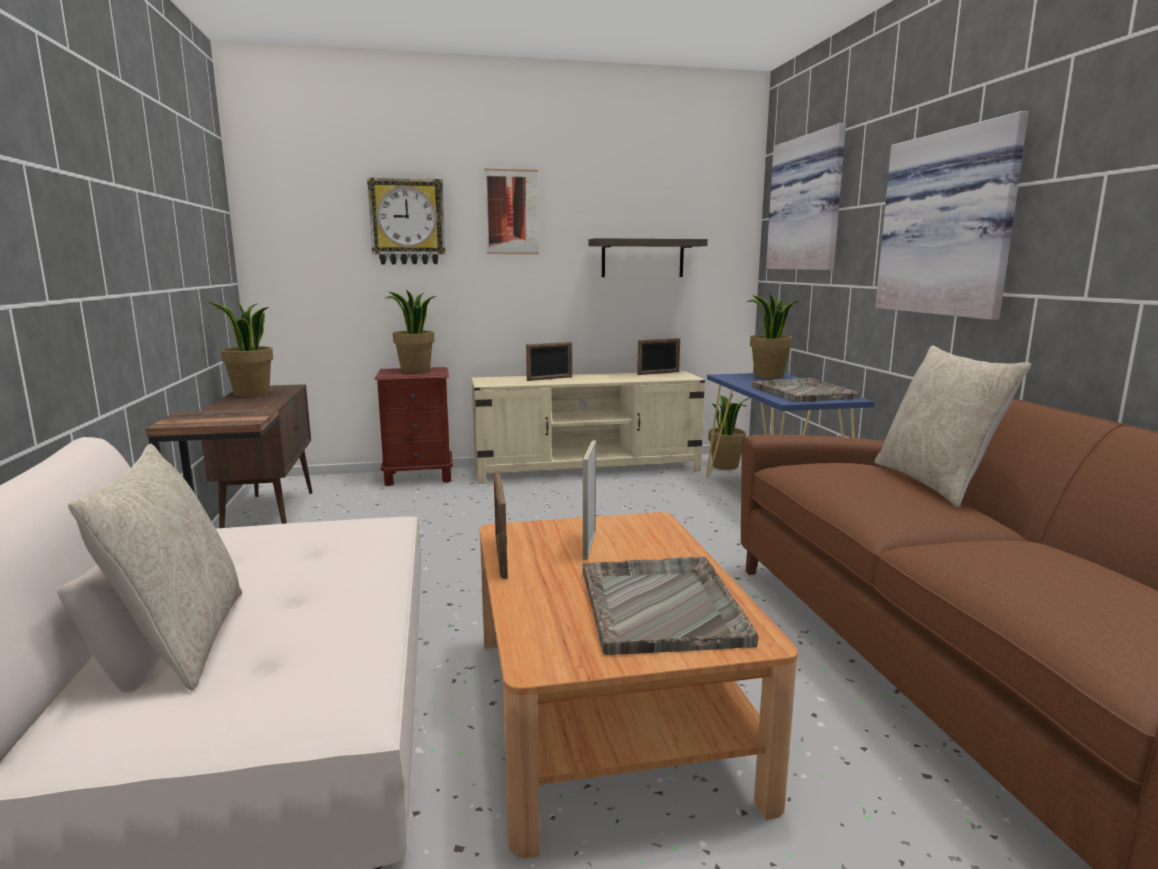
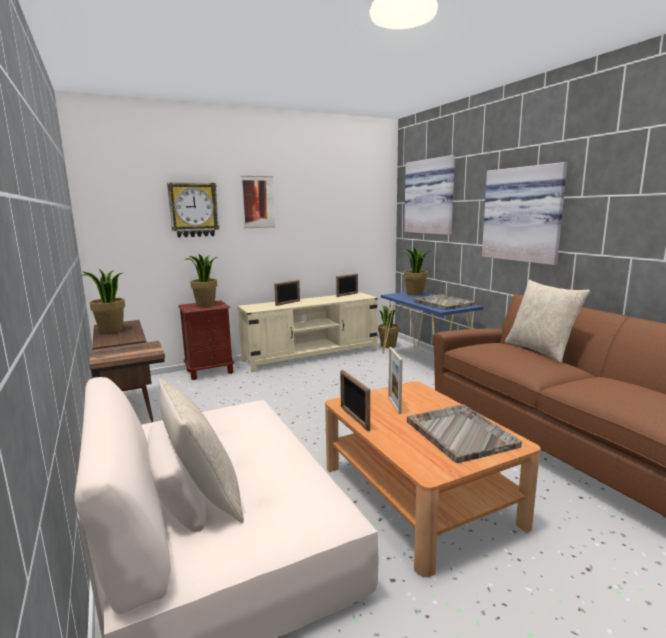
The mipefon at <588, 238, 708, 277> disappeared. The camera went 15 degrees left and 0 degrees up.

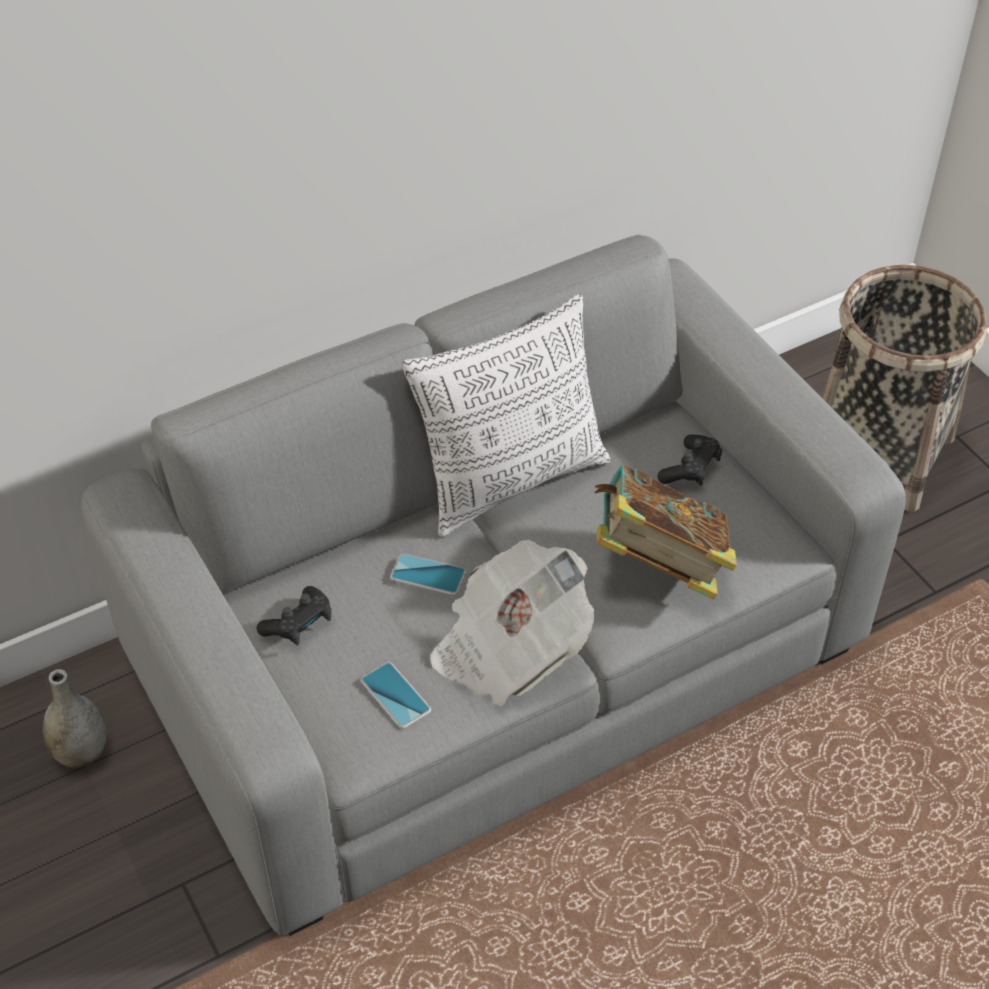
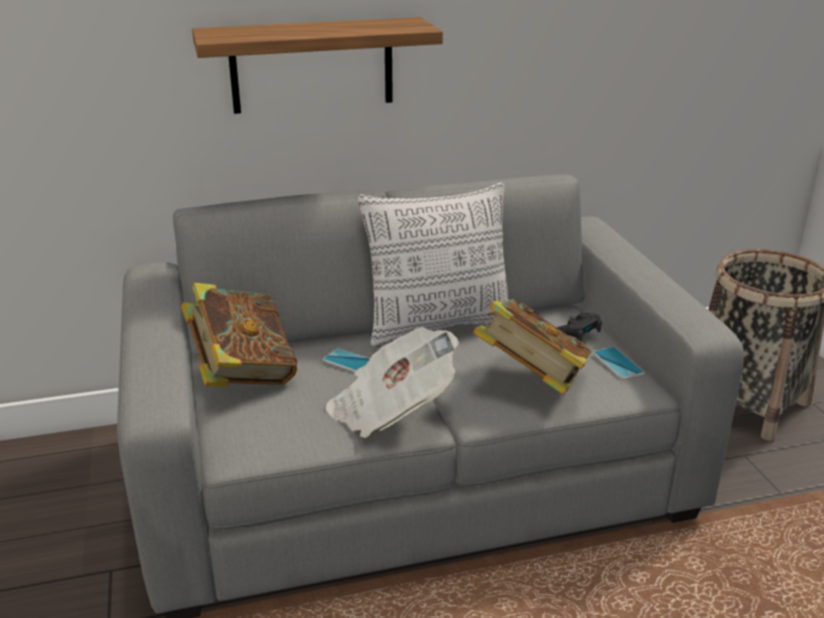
The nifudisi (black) at <257, 586, 332, 646> was replaced by the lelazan at <181, 283, 297, 387>. The mipefon at <192, 17, 443, 114> appeared. The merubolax moved from <361, 662, 431, 729> to <593, 347, 645, 380>. The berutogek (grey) at <43, 669, 106, 768> disappeared. The camera went 15 degrees right and 20 degrees down.

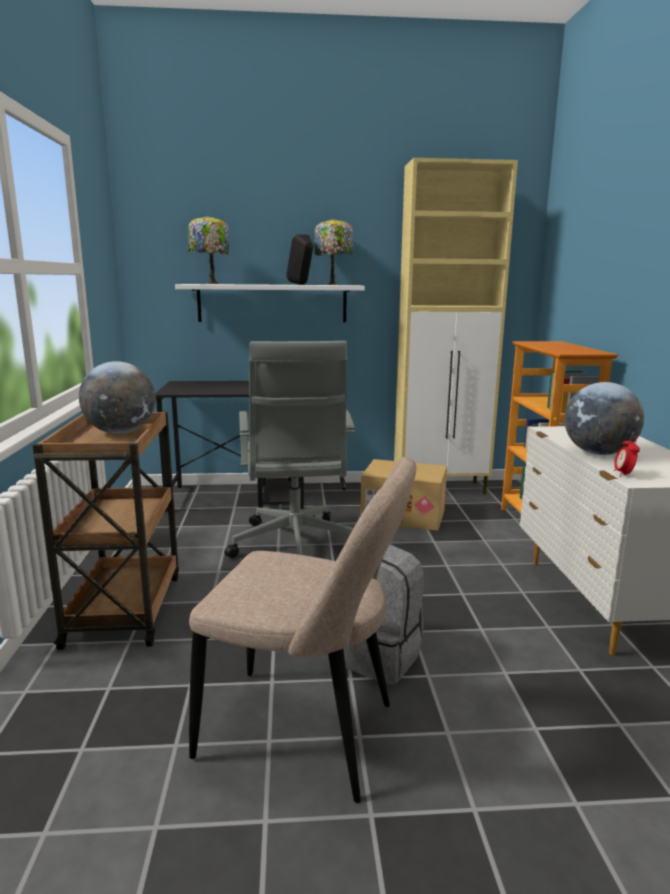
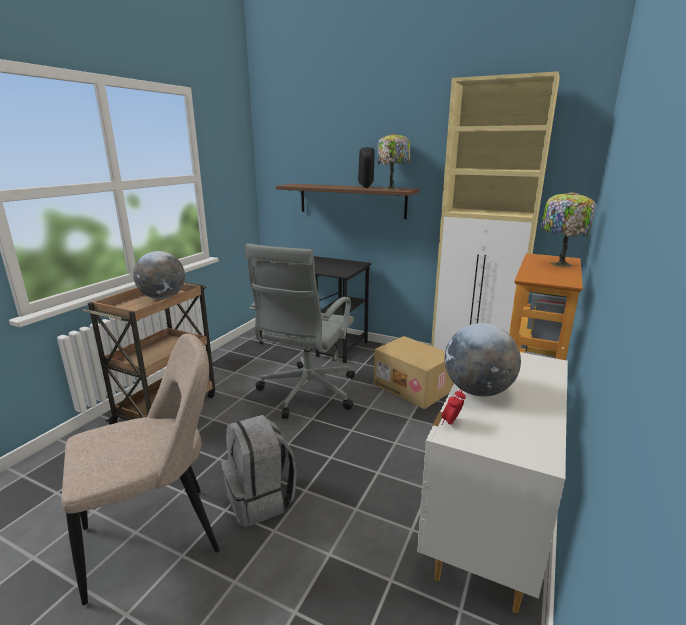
The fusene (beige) at <189, 457, 416, 803> turned 75 degrees counterclockwise. The mipefon (white) at <175, 284, 365, 322> became the mipefon (brown) at <276, 184, 419, 219>. The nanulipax moved from <188, 216, 229, 284> to <541, 192, 596, 268>. The camera went 30 degrees right and 5 degrees up.

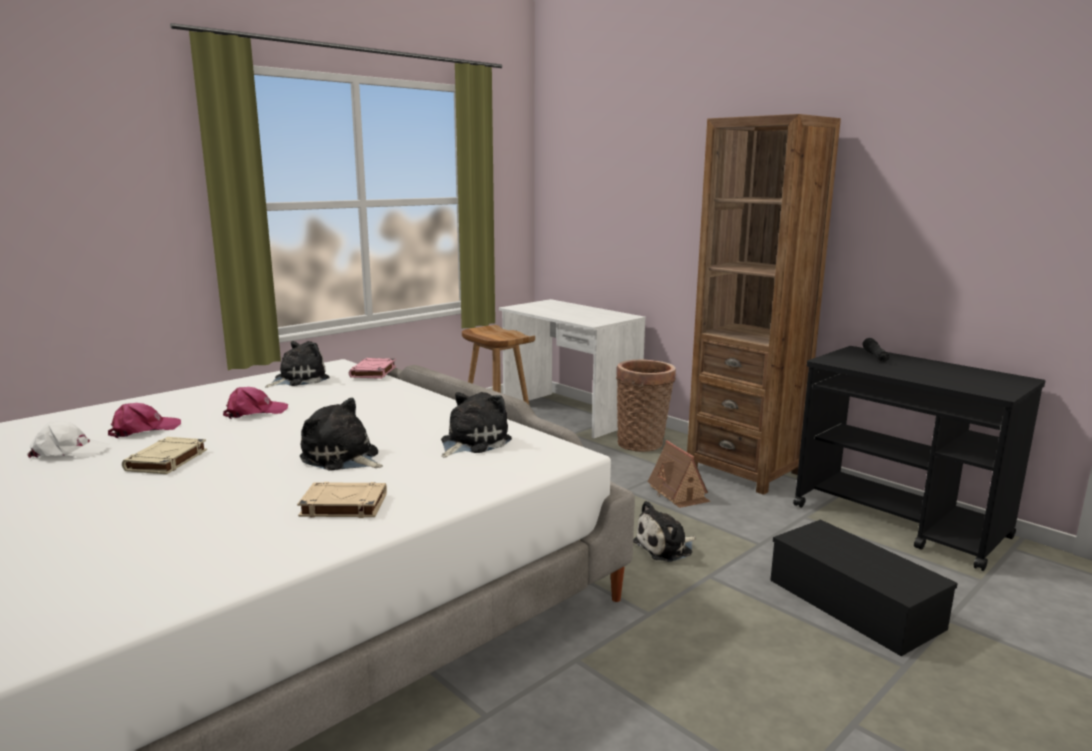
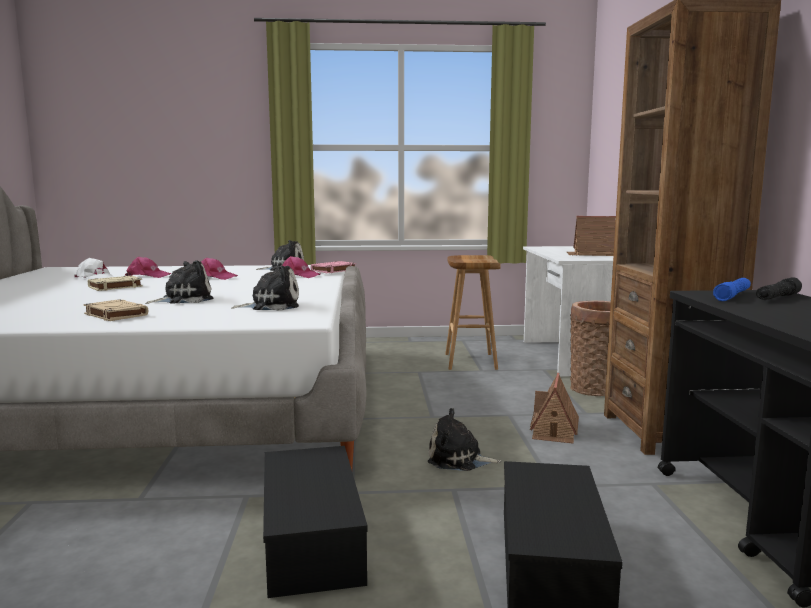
The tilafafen at <300, 398, 383, 471> turned 75 degrees clockwise. The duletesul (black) at <263, 446, 368, 598> appeared. The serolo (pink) at <282, 256, 320, 278> appeared. The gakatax at <567, 216, 616, 256> appeared. The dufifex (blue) at <713, 278, 751, 301> appeared. The camera went 40 degrees right and 5 degrees down.

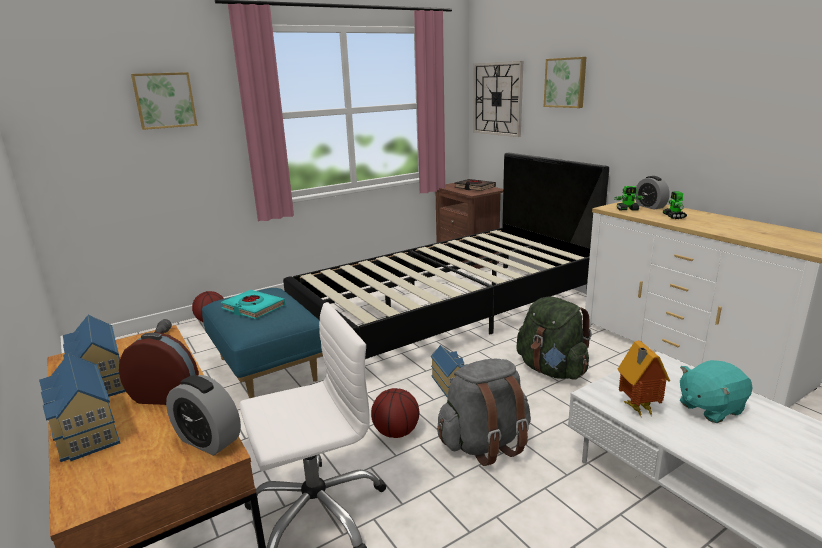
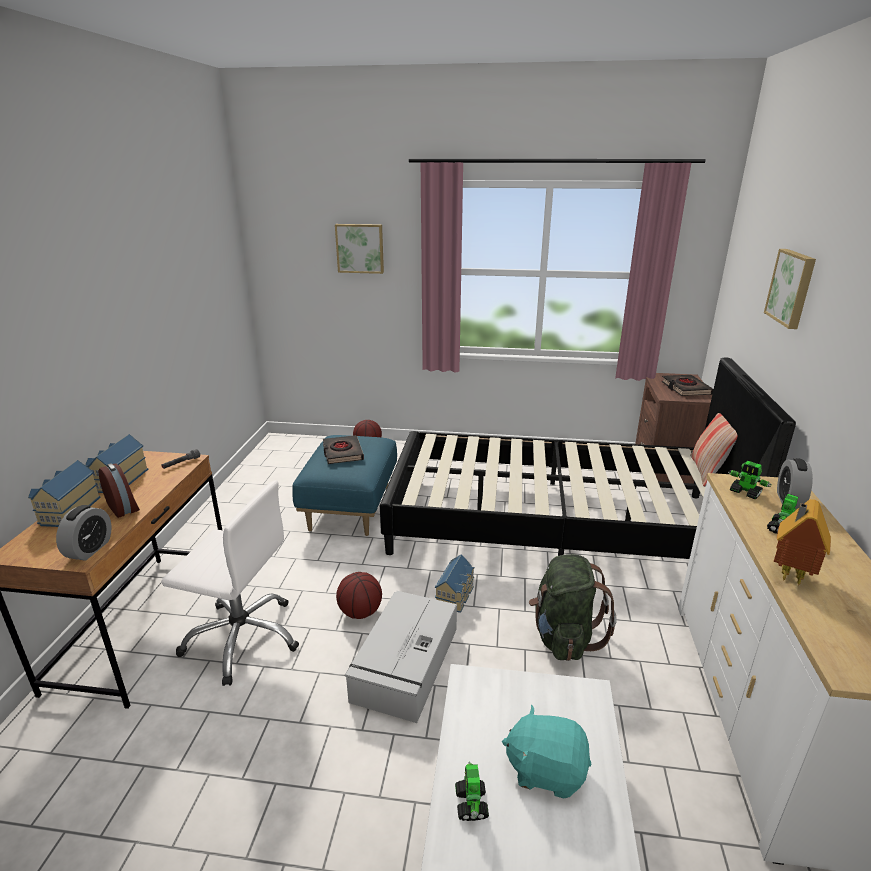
The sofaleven at <166, 375, 241, 456> turned 150 degrees counterclockwise. The lelazan (turquoise) at <221, 290, 285, 319> became the lelazan (black) at <323, 435, 364, 464>. The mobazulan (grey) at <437, 359, 531, 466> was replaced by the duletesul (grey) at <345, 591, 457, 723>. The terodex at <455, 761, 489, 821> appeared. The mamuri at <690, 413, 737, 487> appeared. The gakatax moved from <618, 341, 670, 416> to <774, 499, 831, 586>. The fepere at <473, 61, 523, 137> disappeared. The camera went 40 degrees right and 5 degrees up.

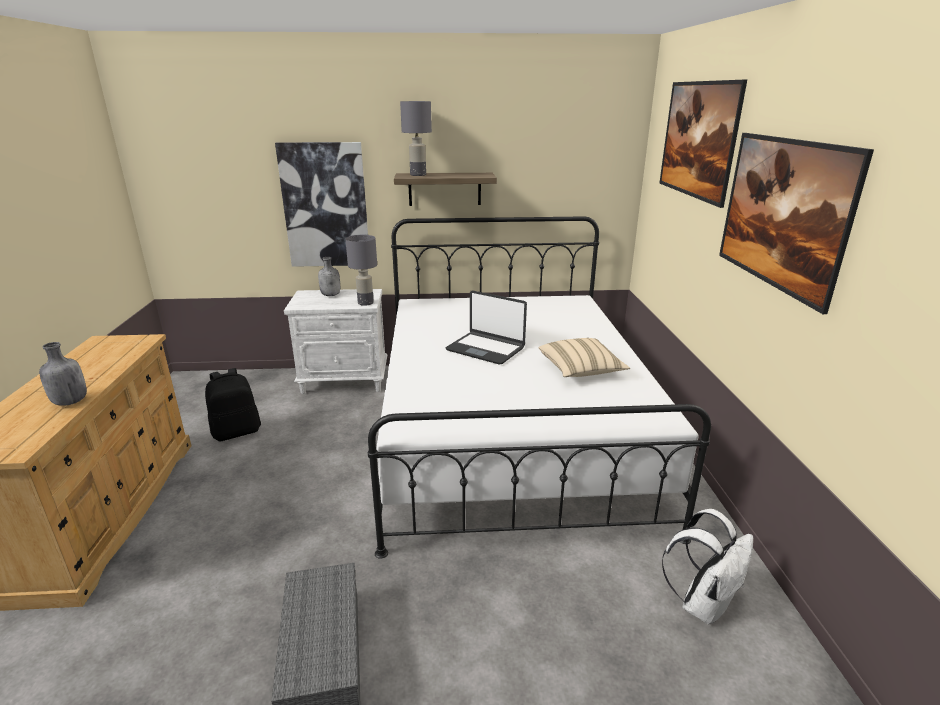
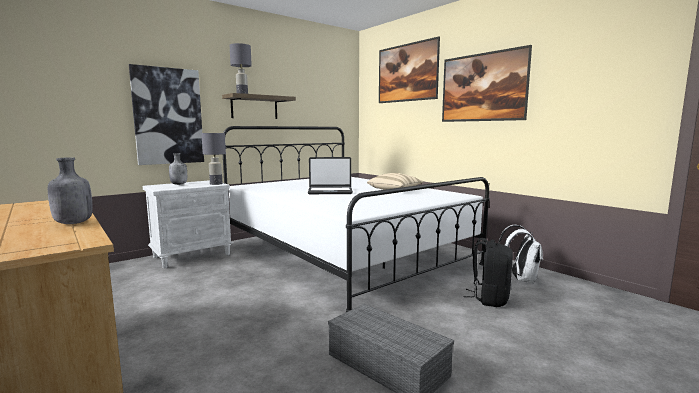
The mobazulan (black) moved from <205, 368, 261, 441> to <463, 238, 513, 307>. The camera went 35 degrees left and 15 degrees down.

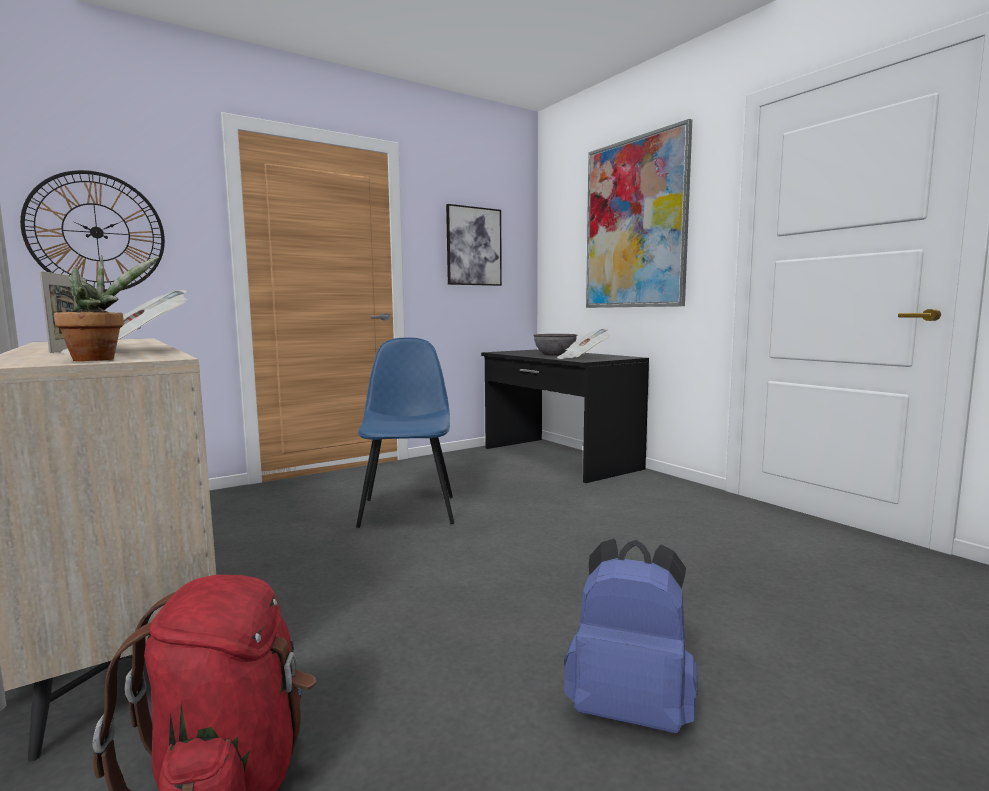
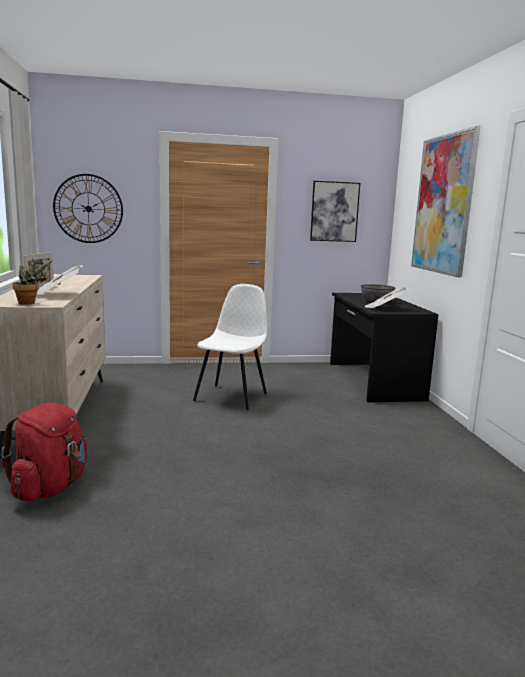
The fusene (blue) at <356, 337, 454, 528> became the fusene (white) at <193, 284, 267, 410>. The mobazulan (blue) at <564, 539, 698, 734> disappeared. The camera went 25 degrees right and 5 degrees up.

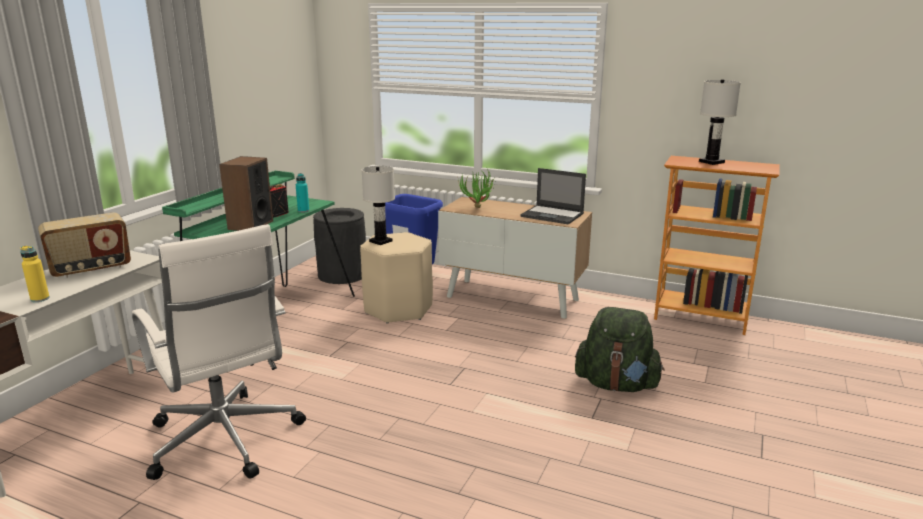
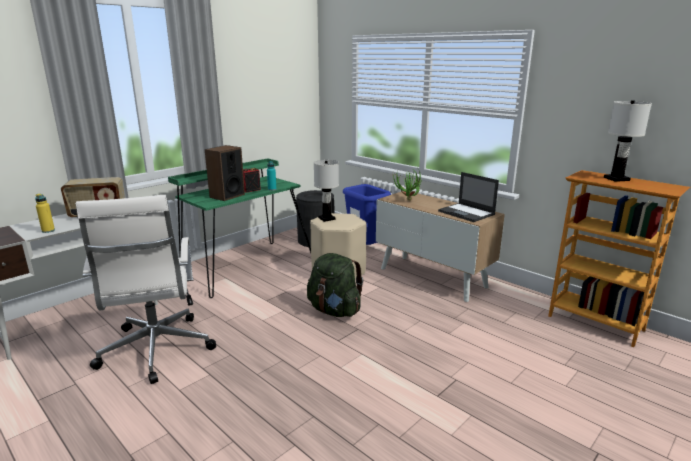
The mobazulan (green) moved from <575, 307, 665, 392> to <307, 253, 363, 317>. The camera went 20 degrees right and 0 degrees up.

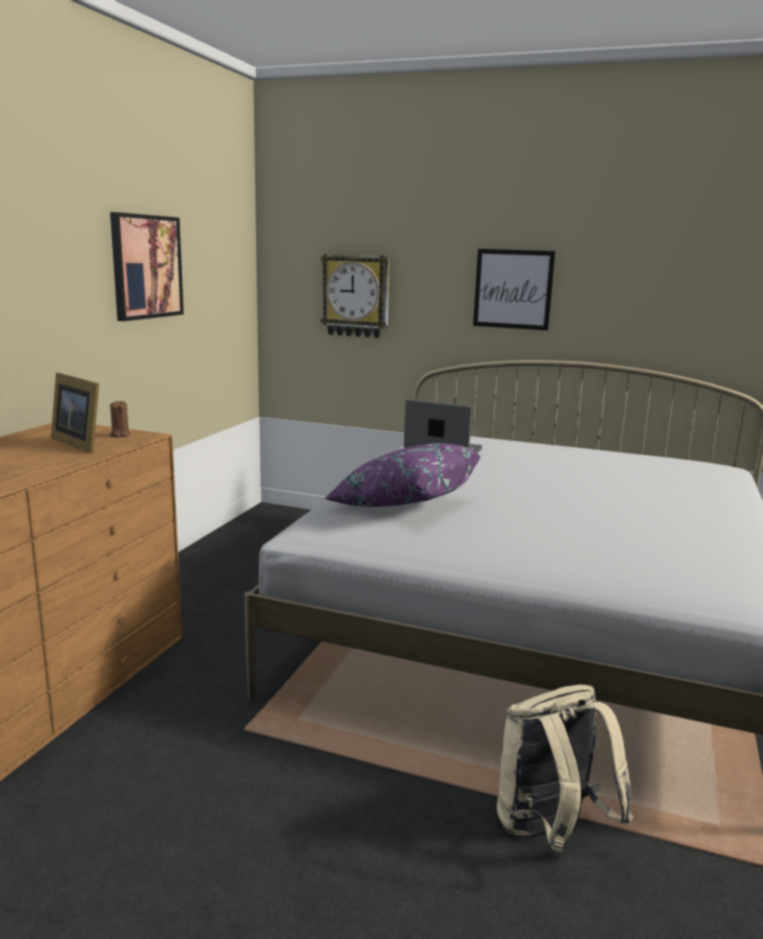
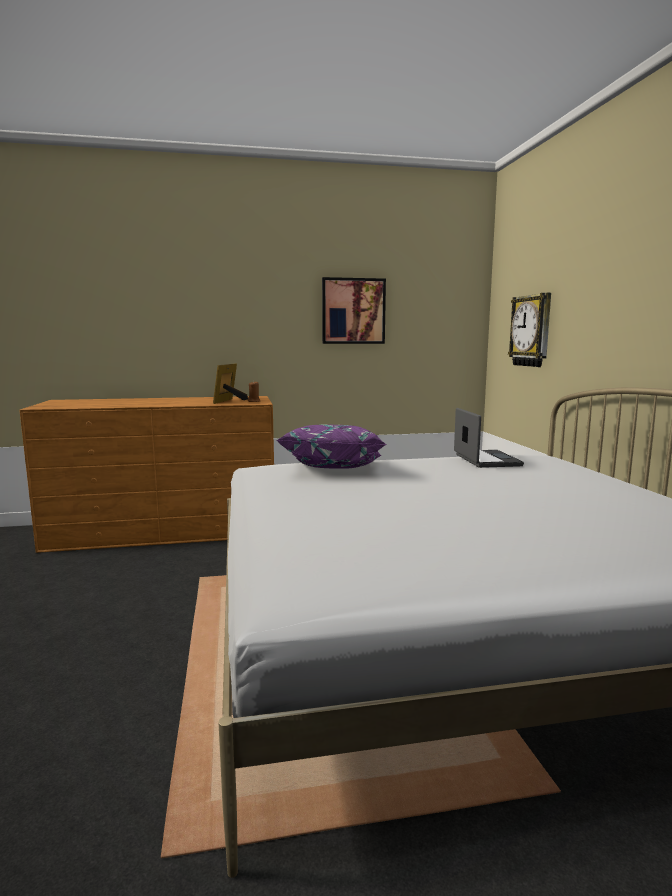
The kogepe at <473, 249, 555, 330> disappeared. The mobazulan (beige) at <497, 685, 633, 852> disappeared. The camera went 60 degrees right and 5 degrees down.

